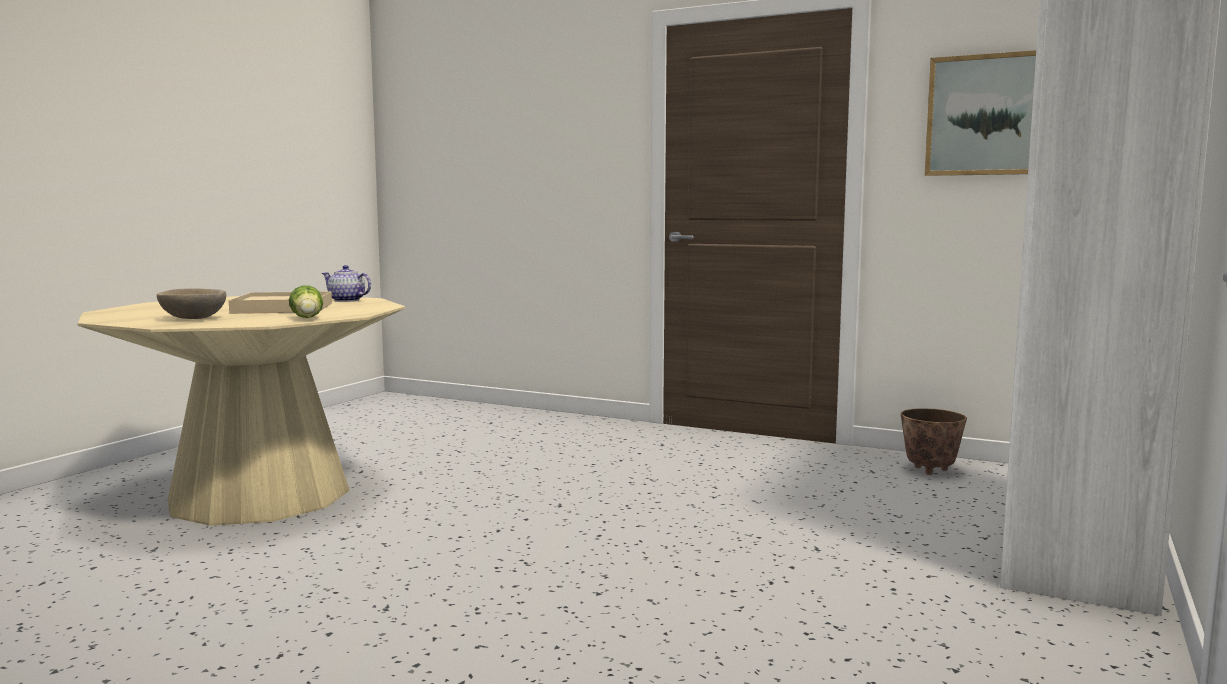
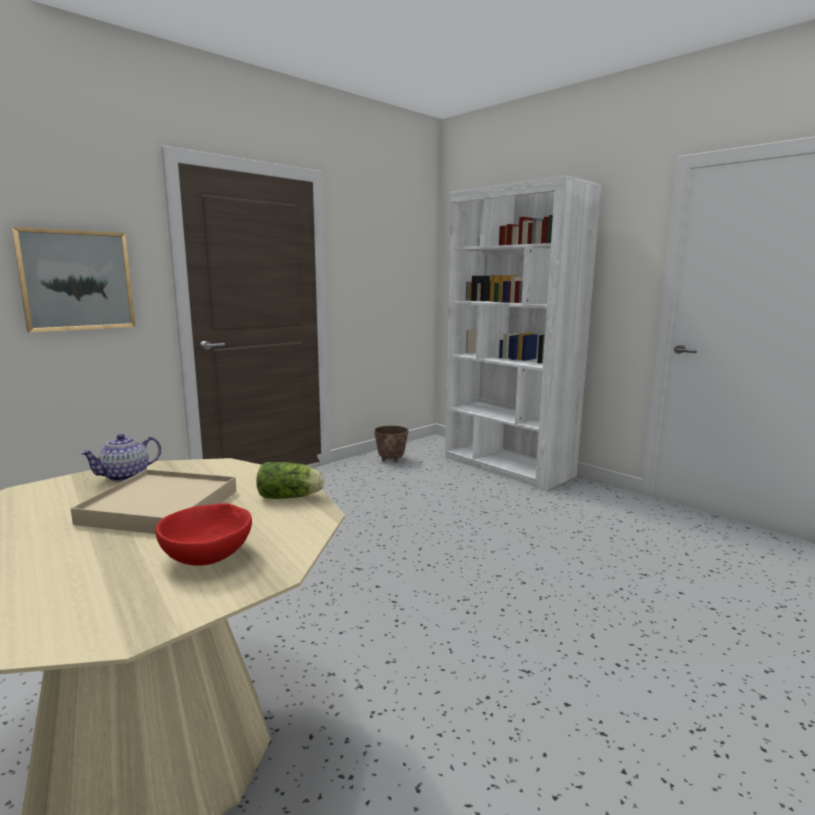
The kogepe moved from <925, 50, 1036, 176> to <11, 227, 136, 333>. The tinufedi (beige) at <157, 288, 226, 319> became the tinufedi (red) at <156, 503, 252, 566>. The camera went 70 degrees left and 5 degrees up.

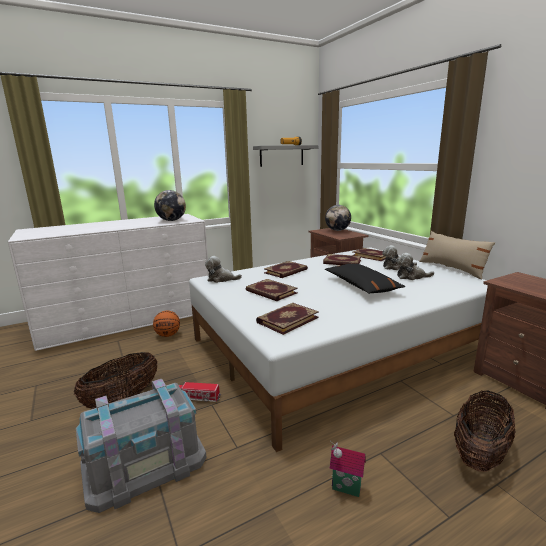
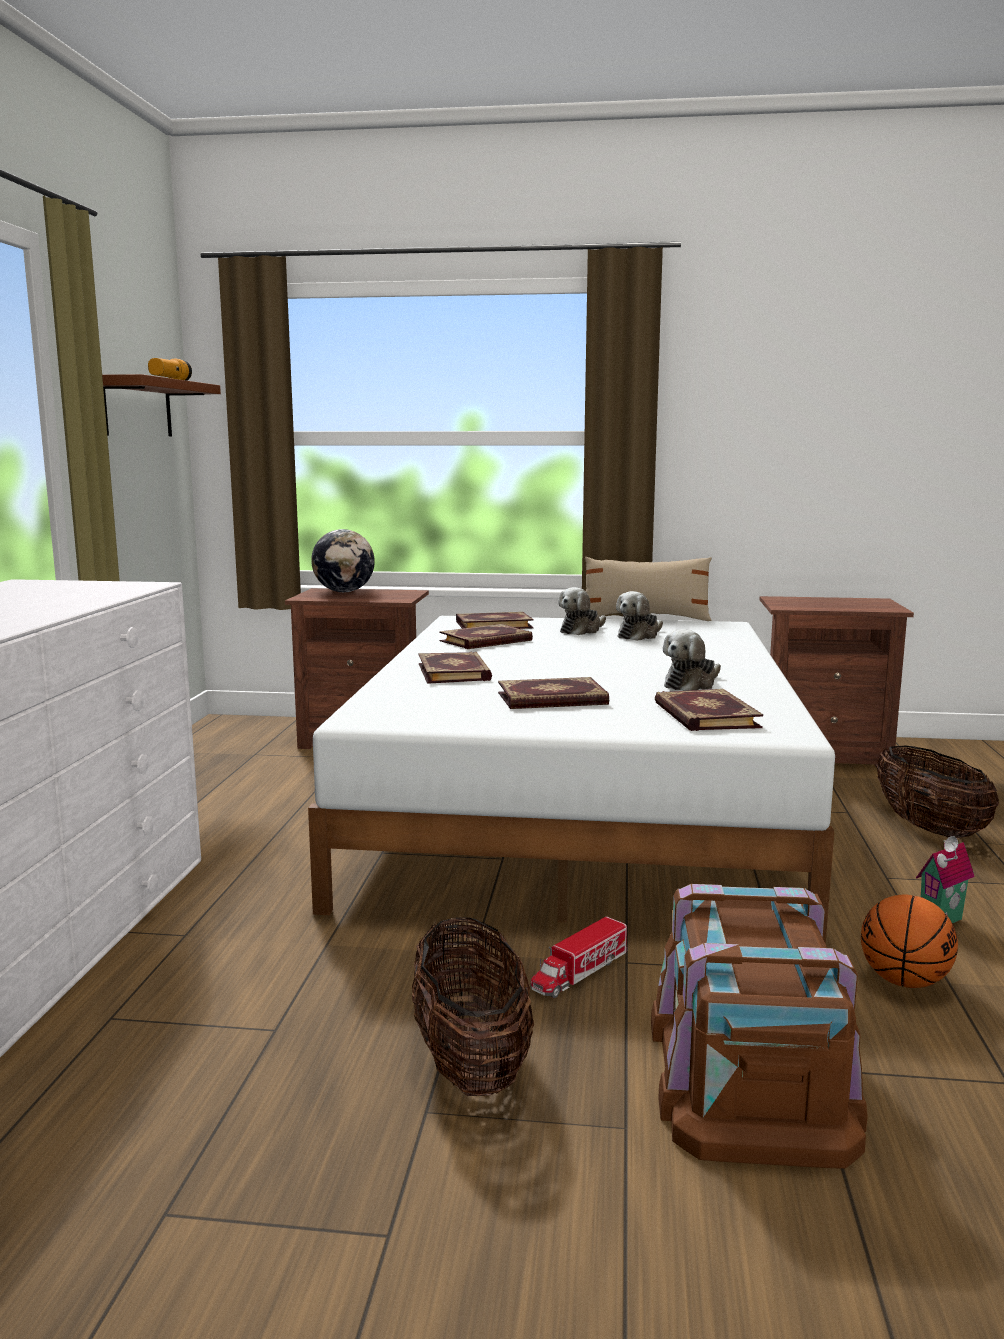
The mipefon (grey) at <253, 145, 319, 167> became the mipefon (brown) at <102, 374, 221, 436>. The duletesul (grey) at <76, 379, 207, 513> became the duletesul (brown) at <651, 884, 868, 1169>. The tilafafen moved from <205, 256, 242, 283> to <663, 629, 721, 691>. The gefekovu moved from <153, 311, 180, 337> to <861, 895, 958, 988>. The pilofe at <154, 190, 186, 221> disappeared. The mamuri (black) at <325, 263, 405, 294> disappeared. The camera went 55 degrees left and 5 degrees down.

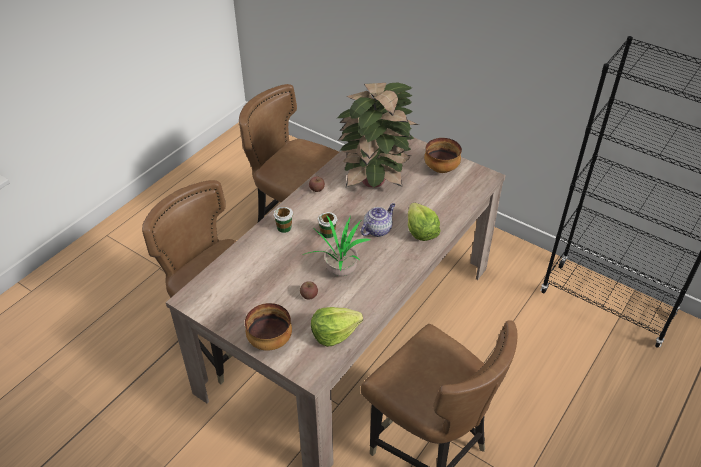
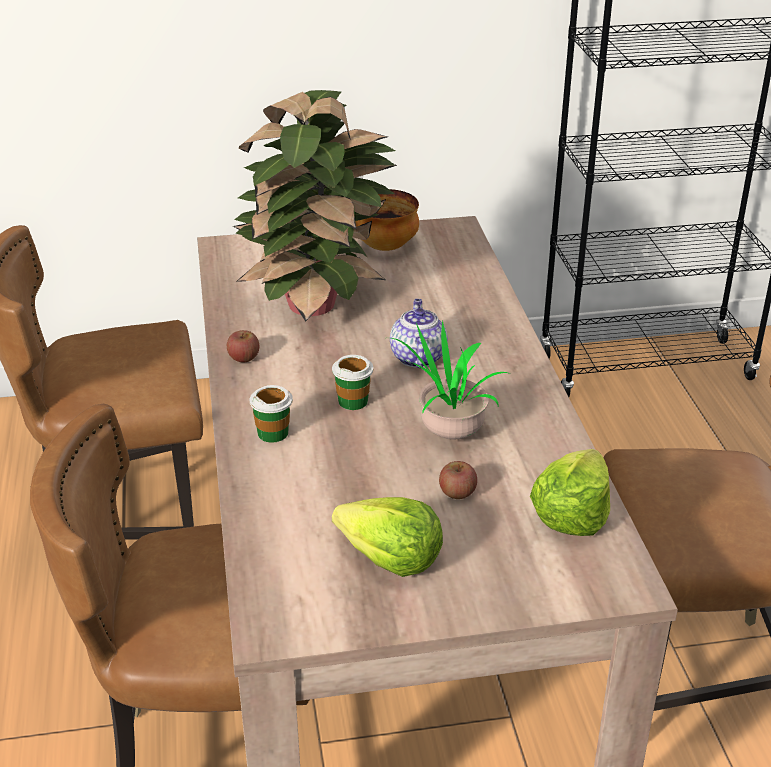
The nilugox moved from <408, 203, 441, 241> to <332, 497, 443, 577>. The tinufedi at <245, 303, 292, 351> disappeared. The camera went 45 degrees left and 10 degrees down.

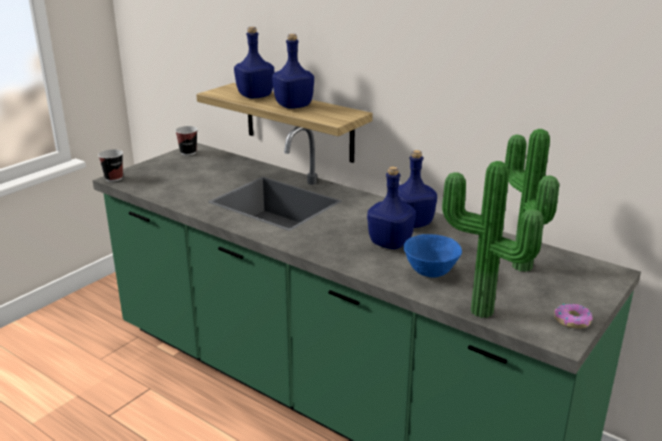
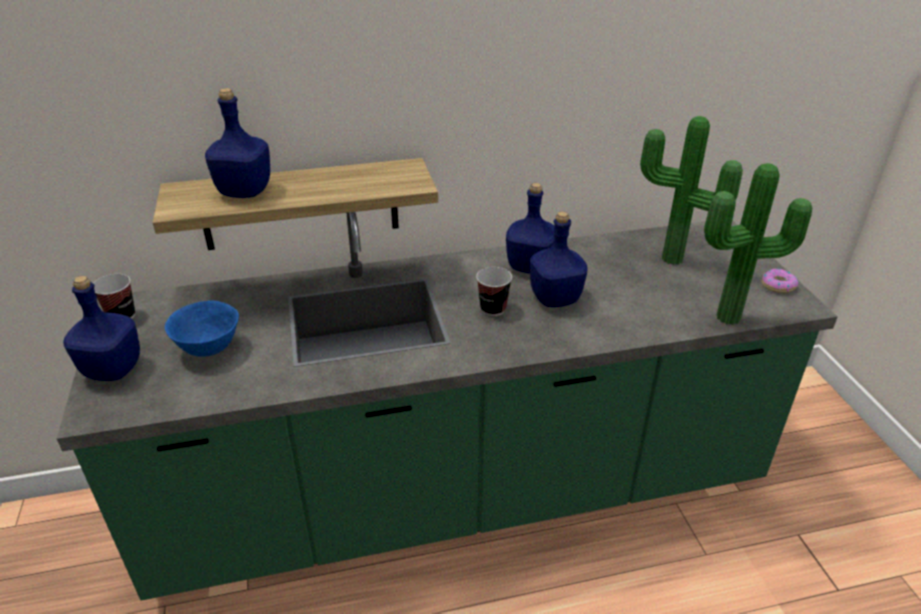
The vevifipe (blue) moved from <272, 34, 314, 109> to <63, 276, 140, 381>. The tinufedi (blue) moved from <403, 234, 462, 278> to <165, 300, 239, 357>. The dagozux moved from <98, 149, 123, 182> to <476, 267, 512, 316>. The camera went 50 degrees left and 10 degrees up.

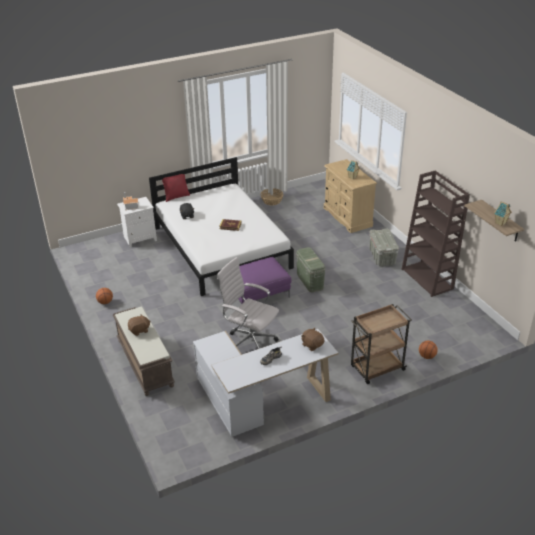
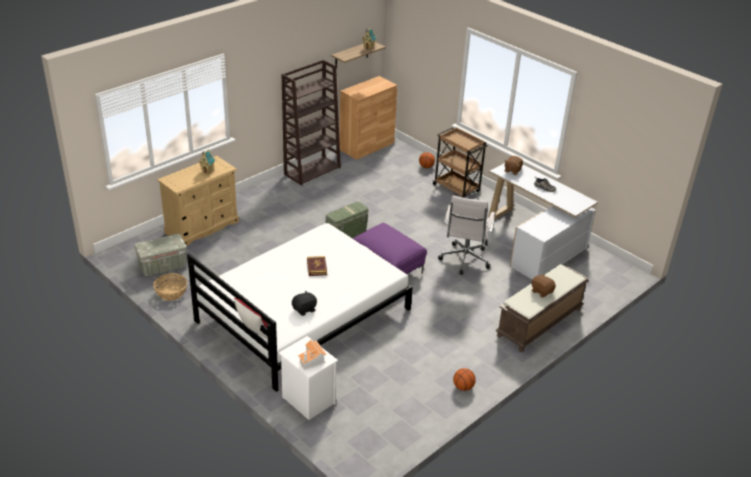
The duletesul (grey) moved from <369, 228, 399, 266> to <135, 234, 187, 276>. The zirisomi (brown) at <339, 76, 398, 160> appeared. The camera went 110 degrees left and 0 degrees up.

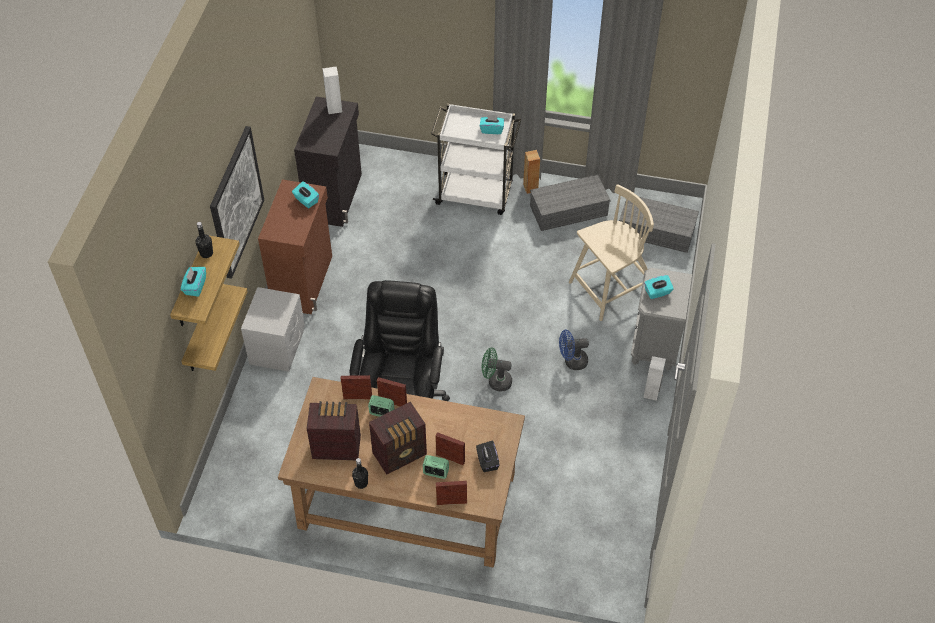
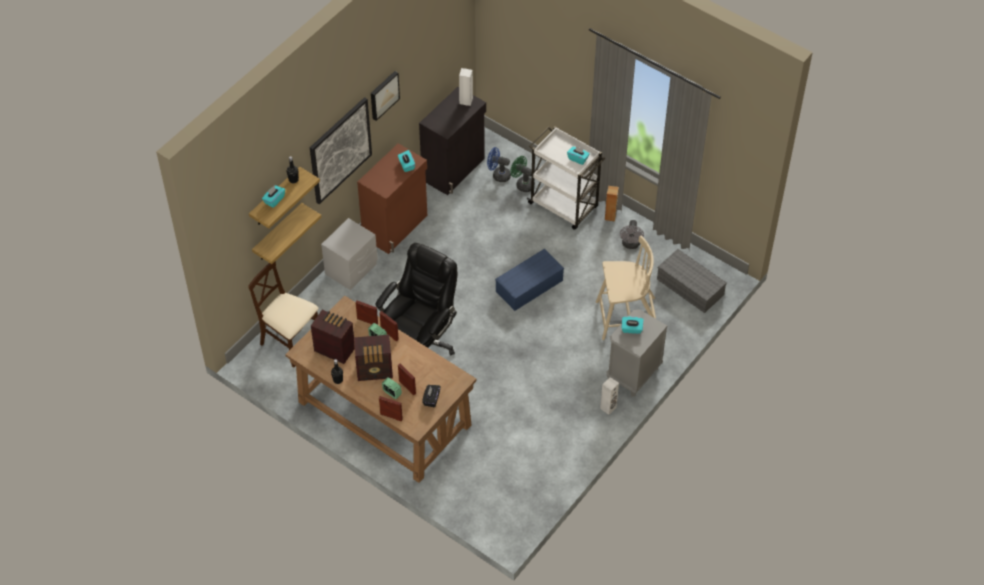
The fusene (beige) at <248, 262, 319, 368> appeared. The kogepe at <371, 71, 400, 121> appeared. The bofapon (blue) moved from <559, 330, 589, 370> to <487, 147, 511, 182>. The duletesul (blue) at <495, 249, 564, 311> appeared. The bofapon (green) moved from <482, 347, 512, 391> to <510, 156, 535, 192>. The duletesul (grey) at <530, 175, 610, 231> was replaced by the bofapon (grey) at <620, 220, 644, 249>. The camera went 25 degrees right and 0 degrees up.

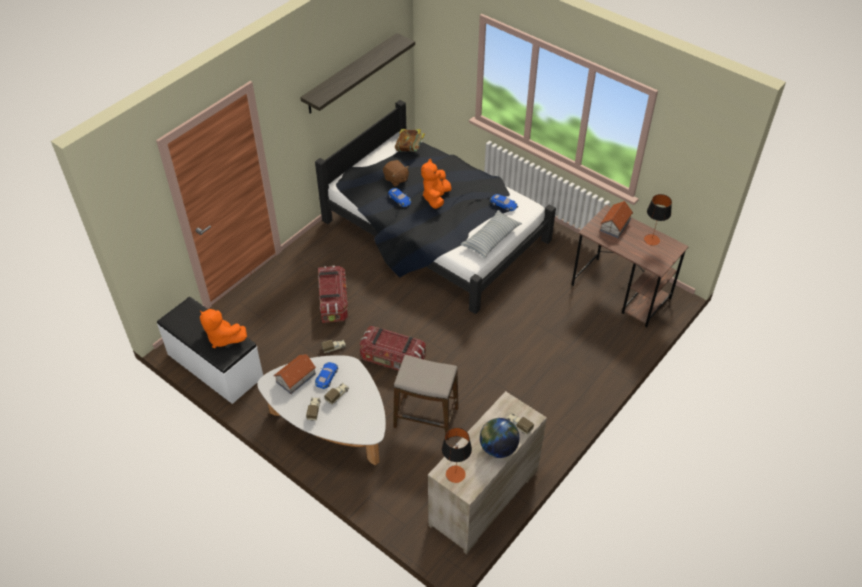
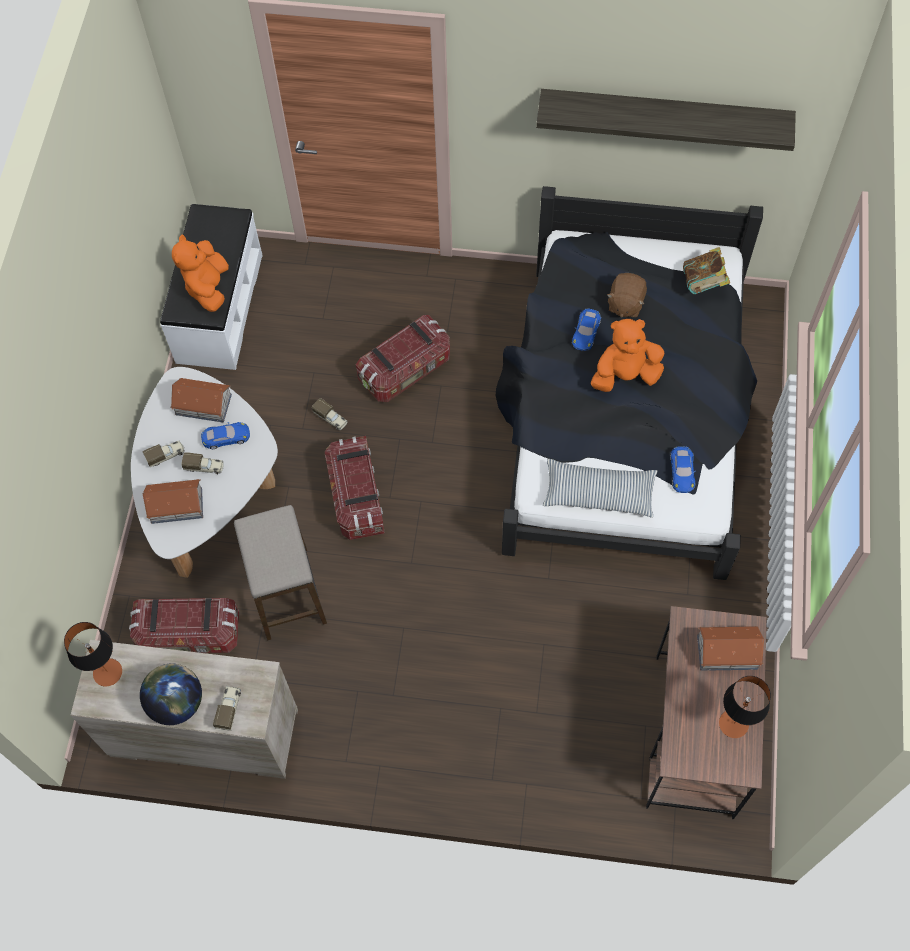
The duletesul at <129, 598, 239, 653> appeared. The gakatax at <143, 479, 203, 524> appeared. The camera went 60 degrees right and 15 degrees up.

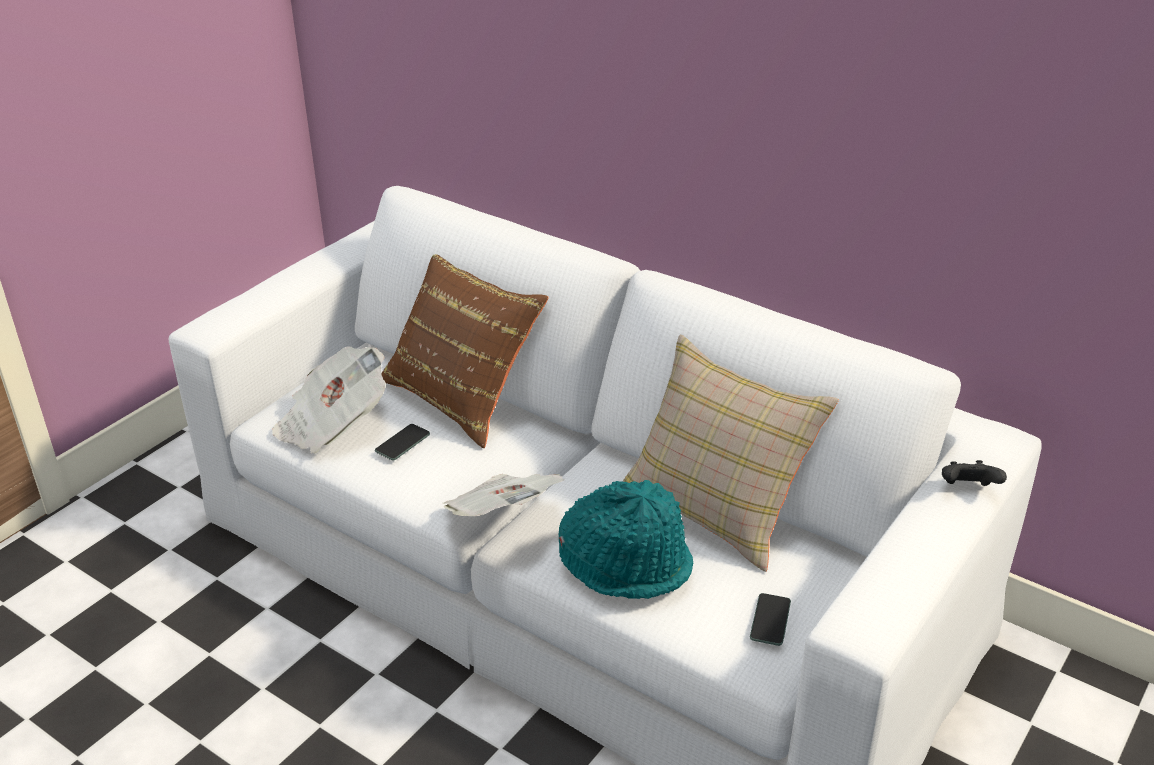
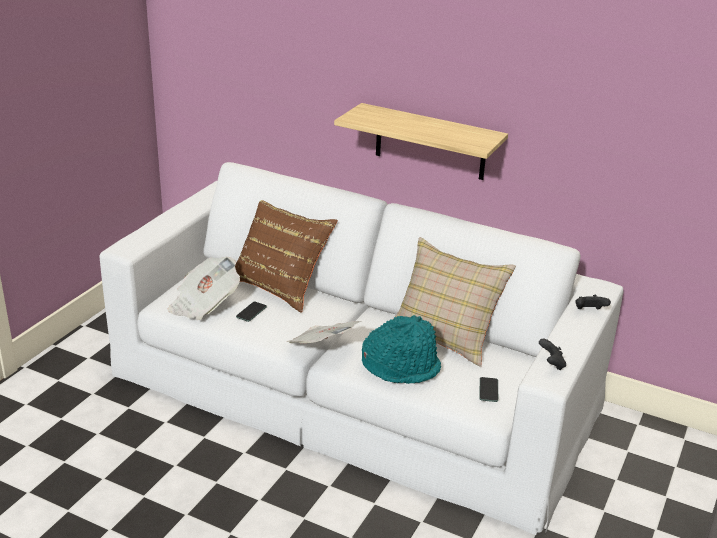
The mipefon at <334, 103, 508, 180> appeared. The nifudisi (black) at <539, 339, 566, 370> appeared. The camera went 10 degrees left and 5 degrees down.

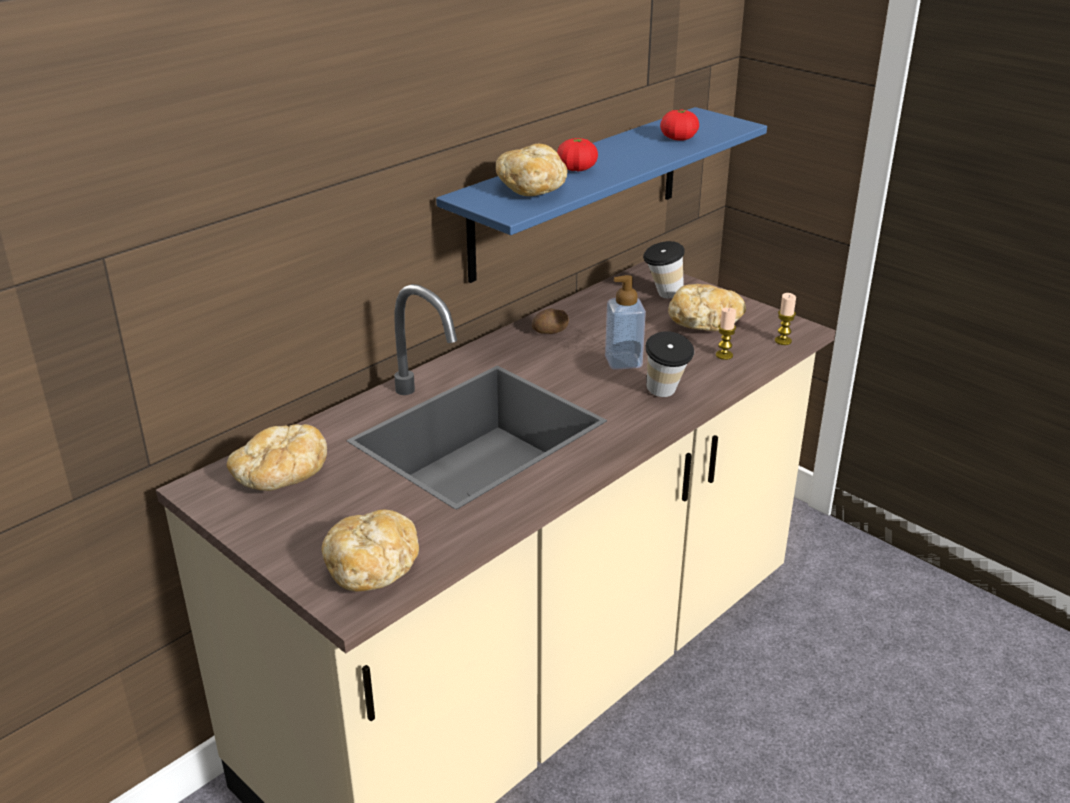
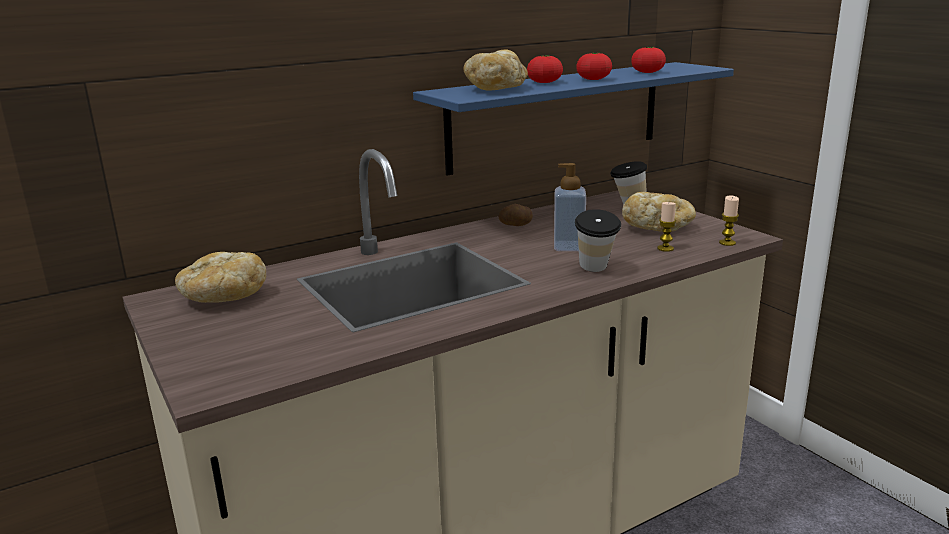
The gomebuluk at <576, 52, 612, 80> appeared. The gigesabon at <322, 509, 419, 592> disappeared. The camera went 15 degrees right and 10 degrees down.

